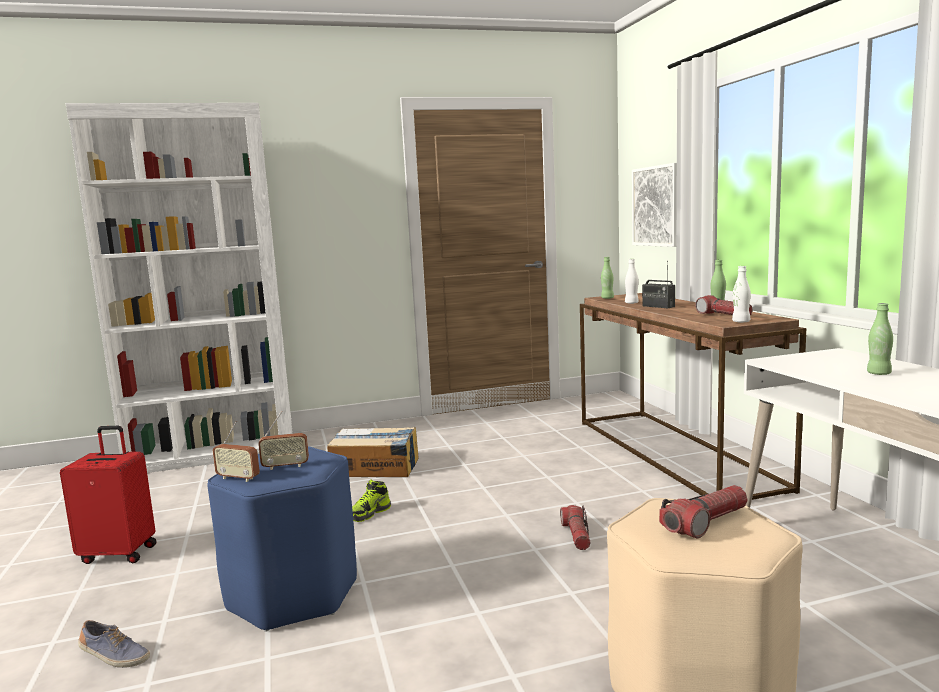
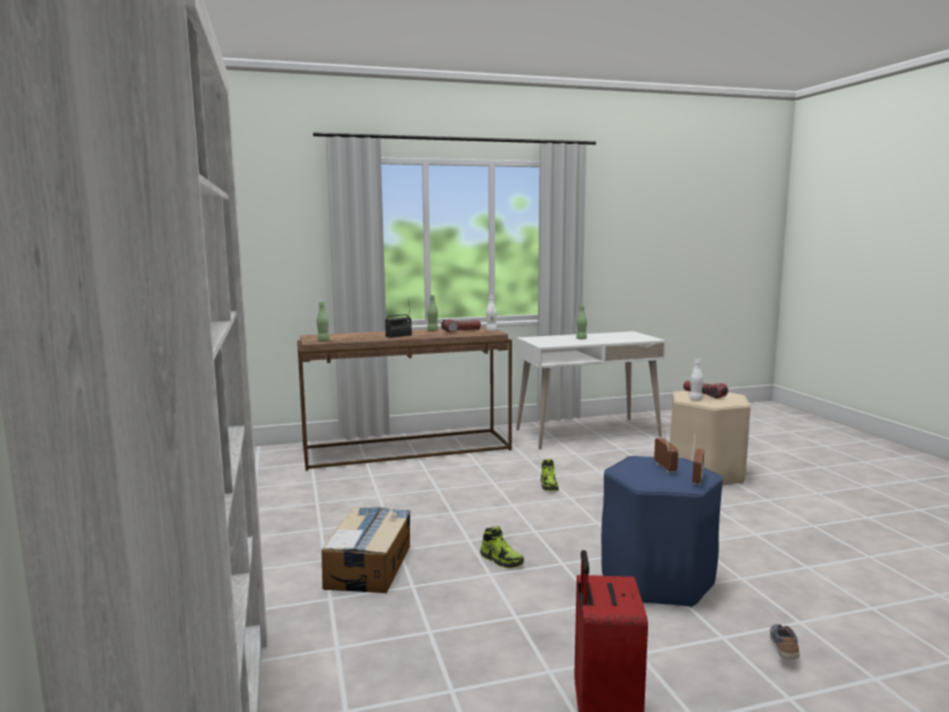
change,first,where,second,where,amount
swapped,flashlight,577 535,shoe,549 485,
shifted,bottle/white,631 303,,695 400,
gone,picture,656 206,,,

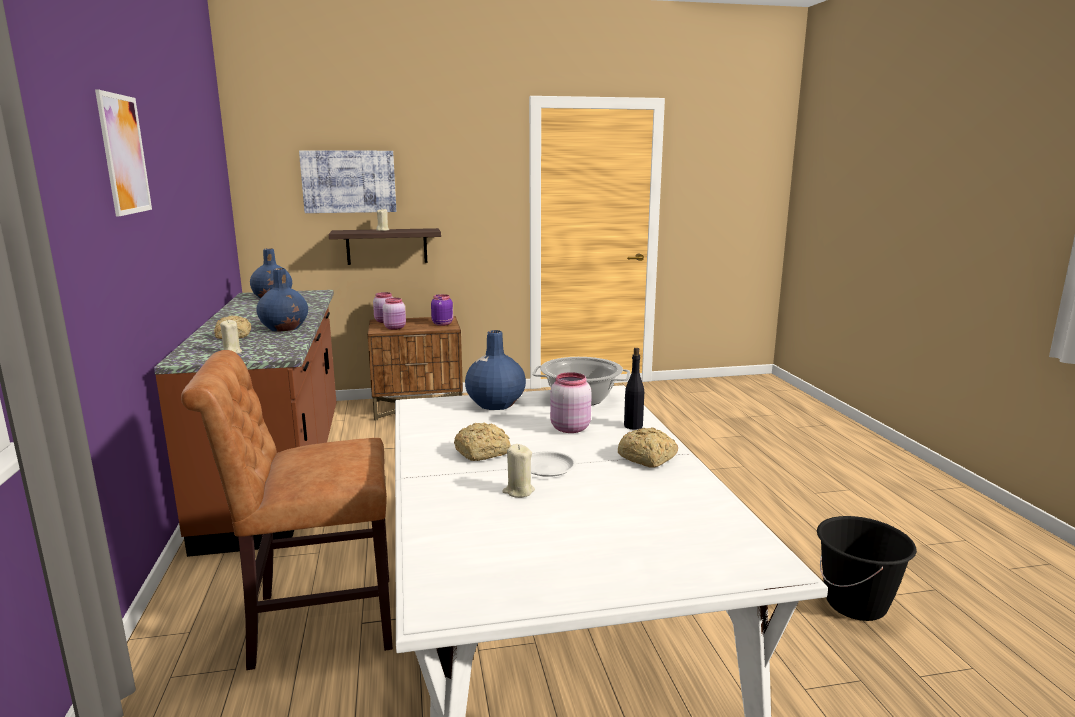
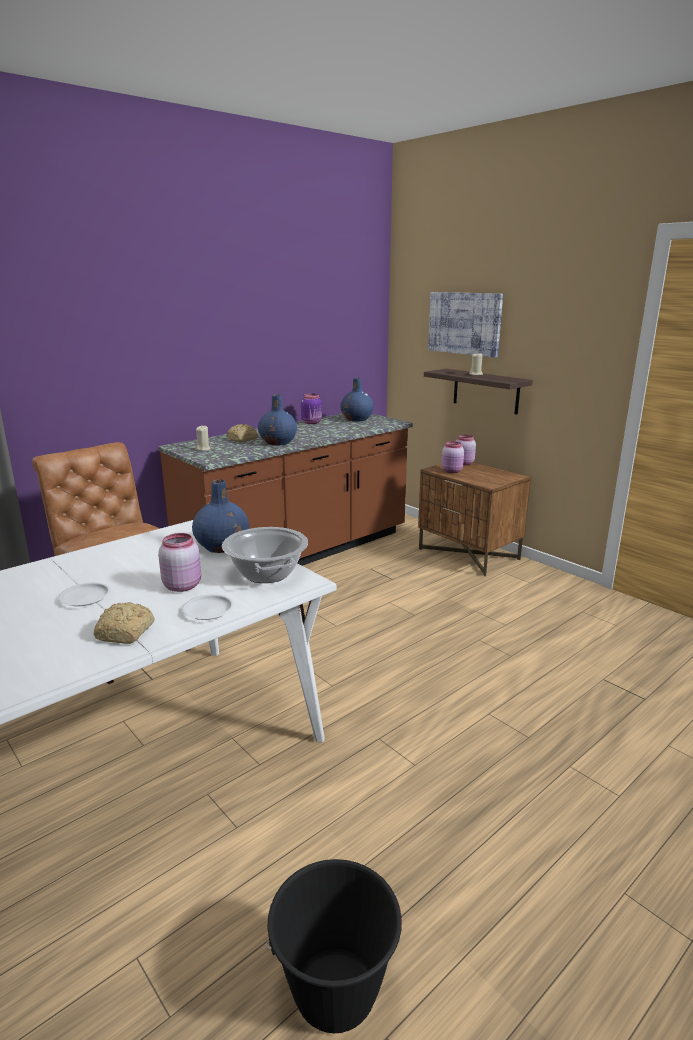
change,first,where,second,where,amount
gone,picture,124 154,,,
shifted,jar/purple,443 324,,312 422,
gone,bread,484 452,,,
gone,candle/beige,518 491,,,
swapped,bottle/black,633 426,plate/white,208 610,

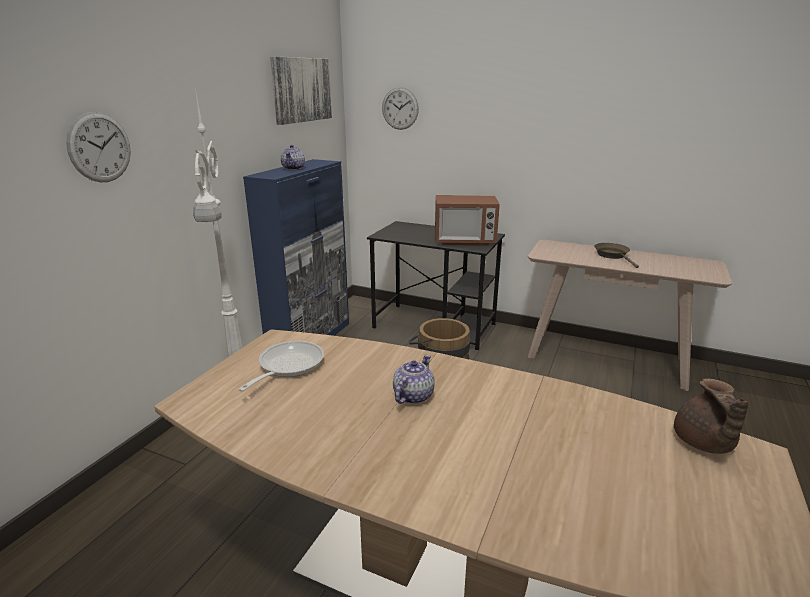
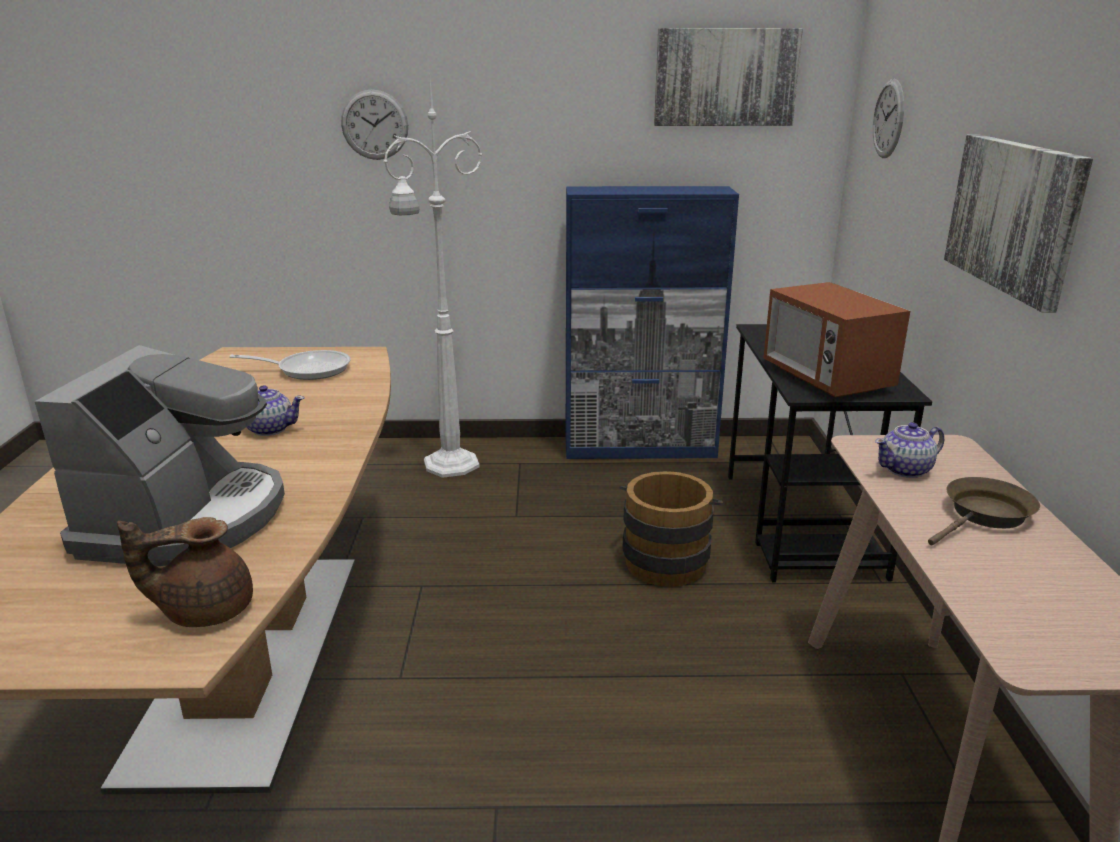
change,first,where,second,where,amount
shifted,teapot,294 168,,906 470,
new,,,coffee machine,187 519,
new,,,picture,1014 216,

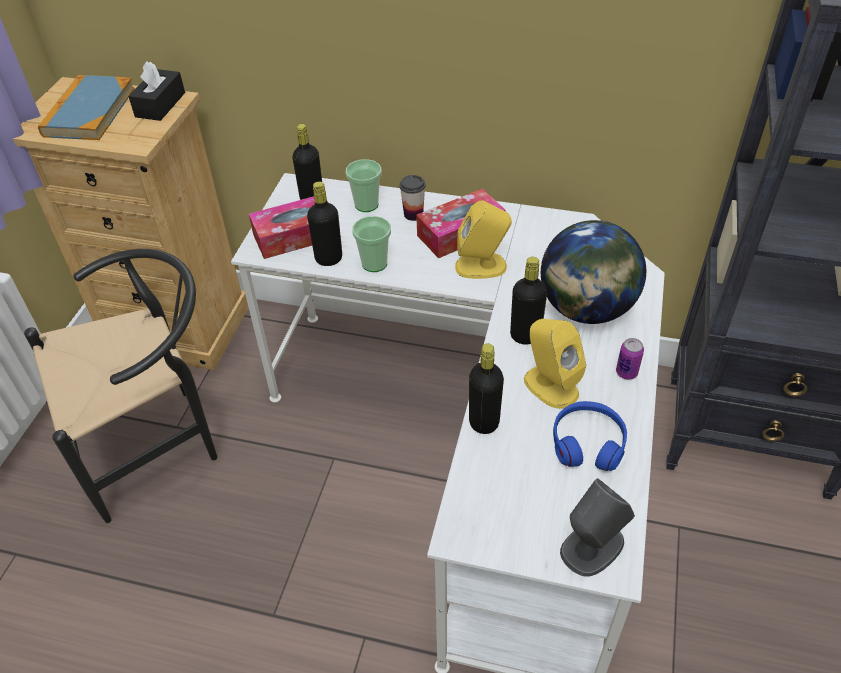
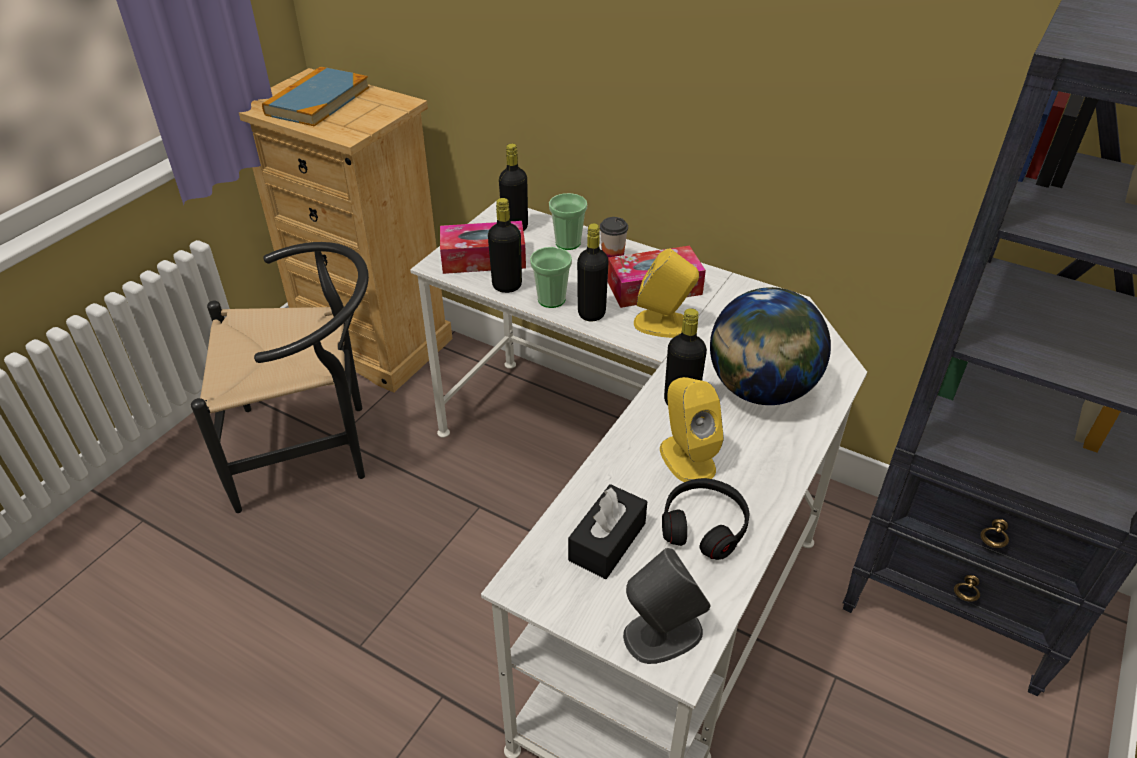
change,first,where,second,where,amount
shifted,tissue box/black,160 105,,607 541,
shifted,bottle/black,484 422,,591 313,
repainted,headphones/blue,588 442,headphones/black,704 525,
gone,can,626 372,,,

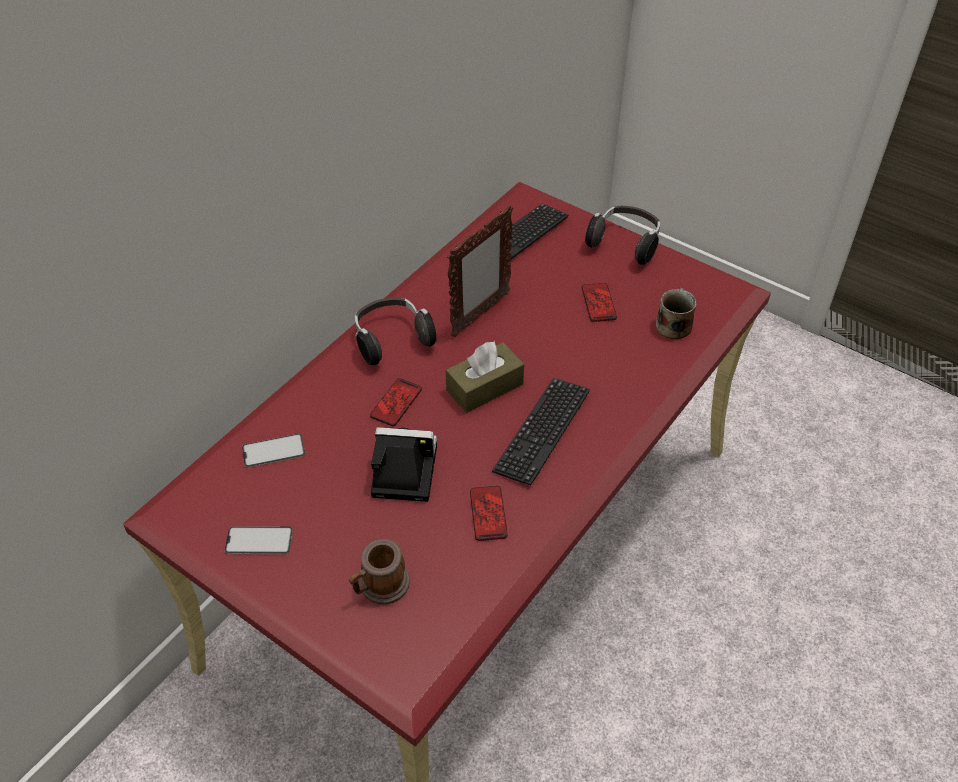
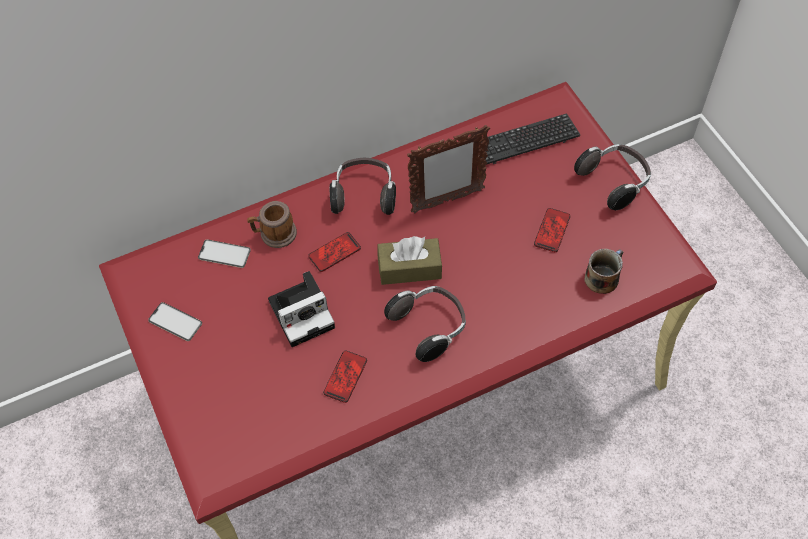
change,first,where,second,where,amount
shifted,mug,380 586,,274 234,
rotated,photo camera,401 471,,303 312,120 degrees clockwise
swapped,keyboard,542 432,headphones,429 327,

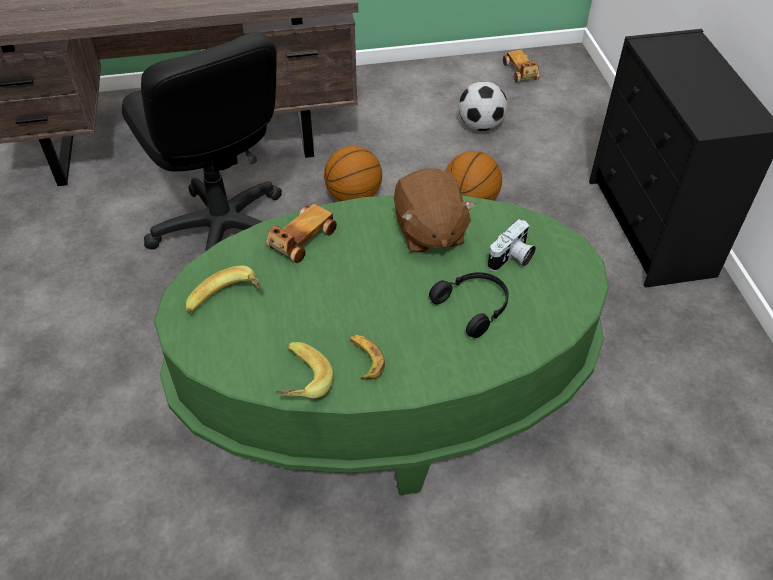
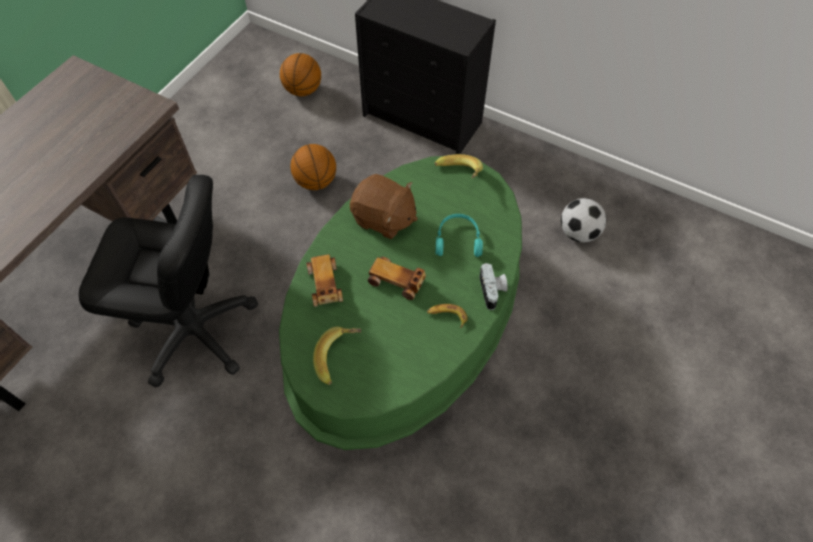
change,first,where,second,where,amount
shifted,banana,298 384,,458 176,
shifted,basketball,354 196,,303 90,
repainted,headphones/black,474 306,headphones/turquoise,458 239,
shifted,football,480 125,,578 232,
shifted,photo camera,512 259,,493 291,
shifted,toy car,520 72,,397 281,

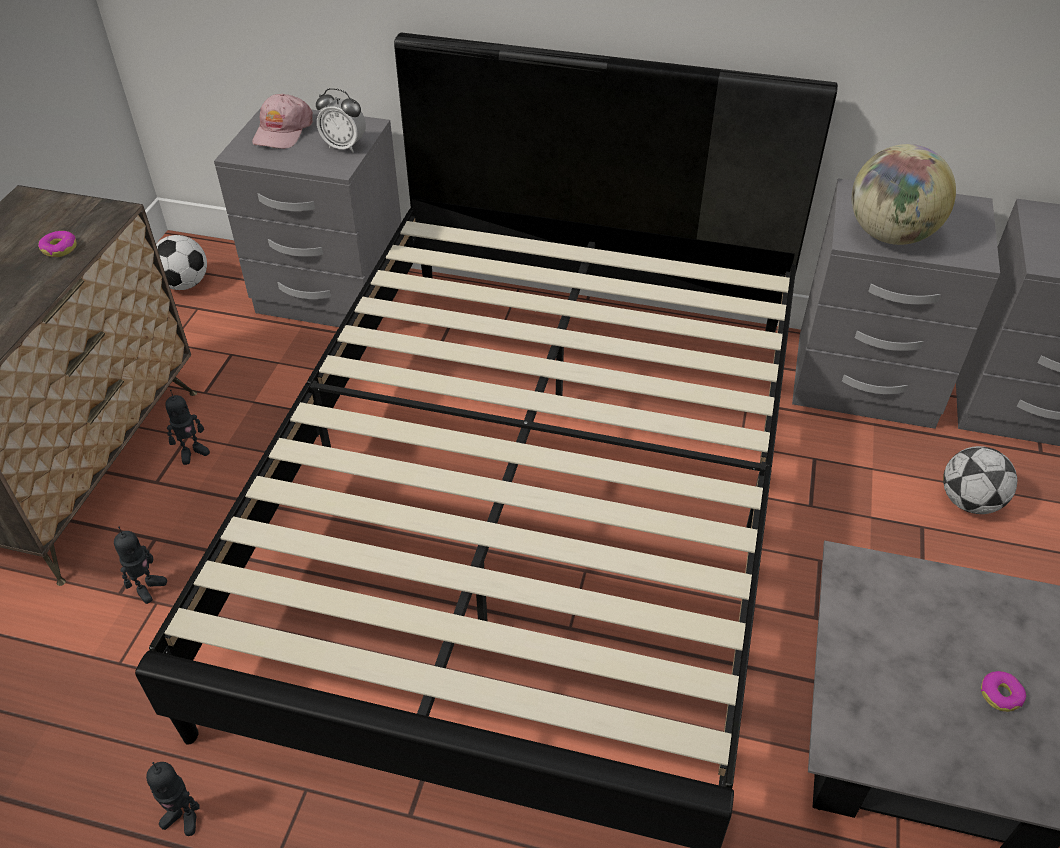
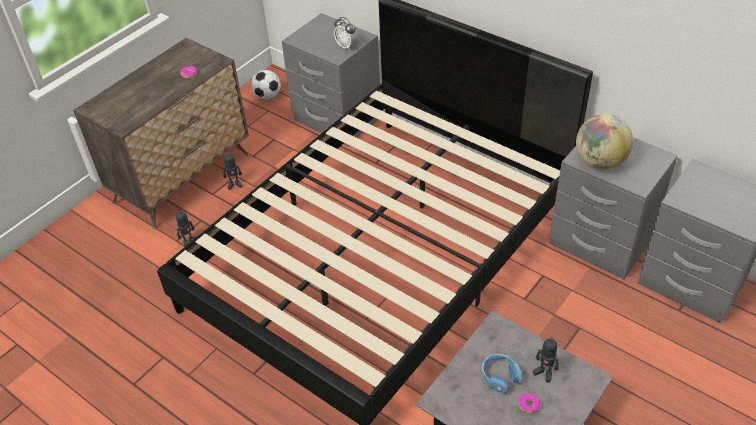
change,first,where,second,where,amount
shifted,toy robot,183 817,,544 372,
gone,cap/pink,282 131,,,
gone,football,969 502,,,
new,,,headphones/blue,500 376,

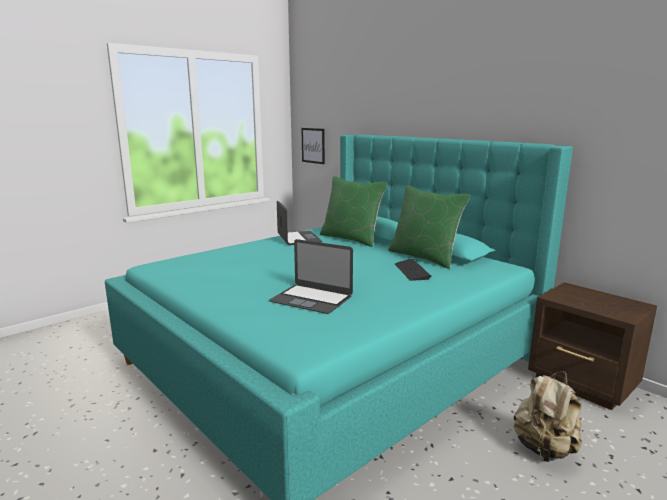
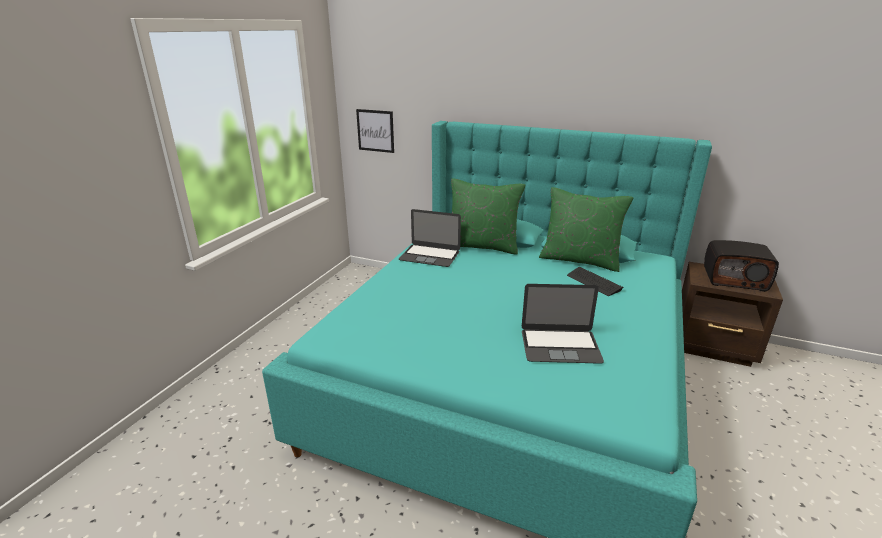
change,first,where,second,where,amount
rotated,laptop,298 238,,430 255,150 degrees clockwise
gone,backpack/beige,544 449,,,
new,,,radio,734 279,

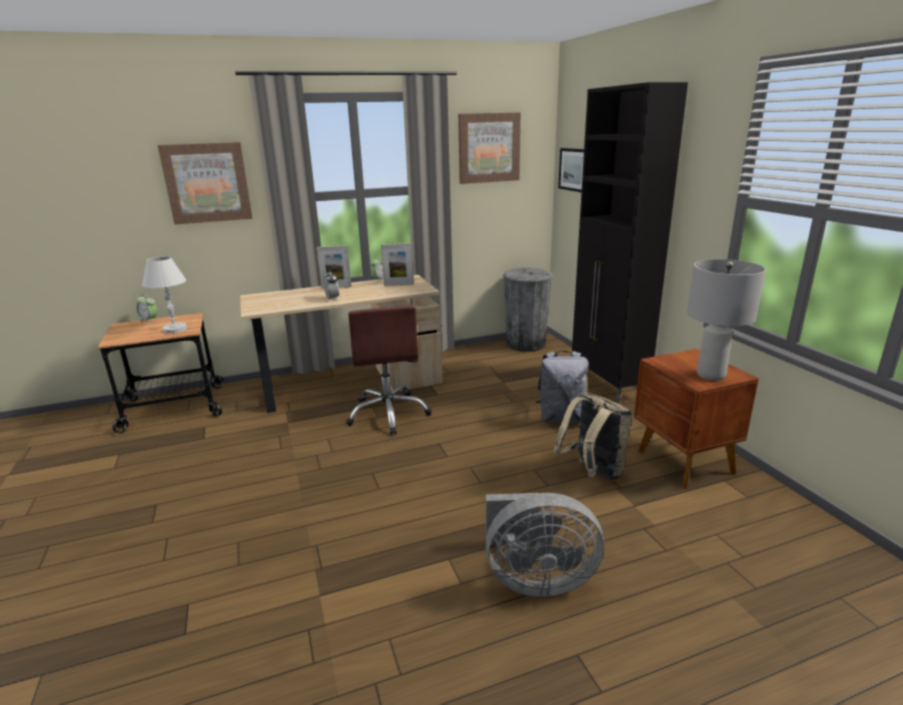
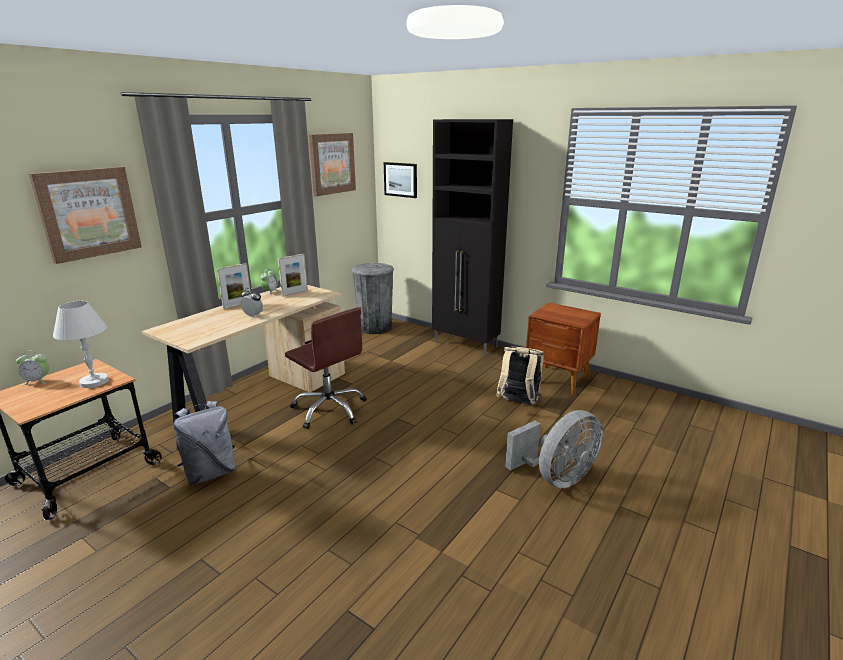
change,first,where,second,where,amount
shifted,backpack/grey,561 418,,210 472,
gone,table lamp/grey,710 375,,,

